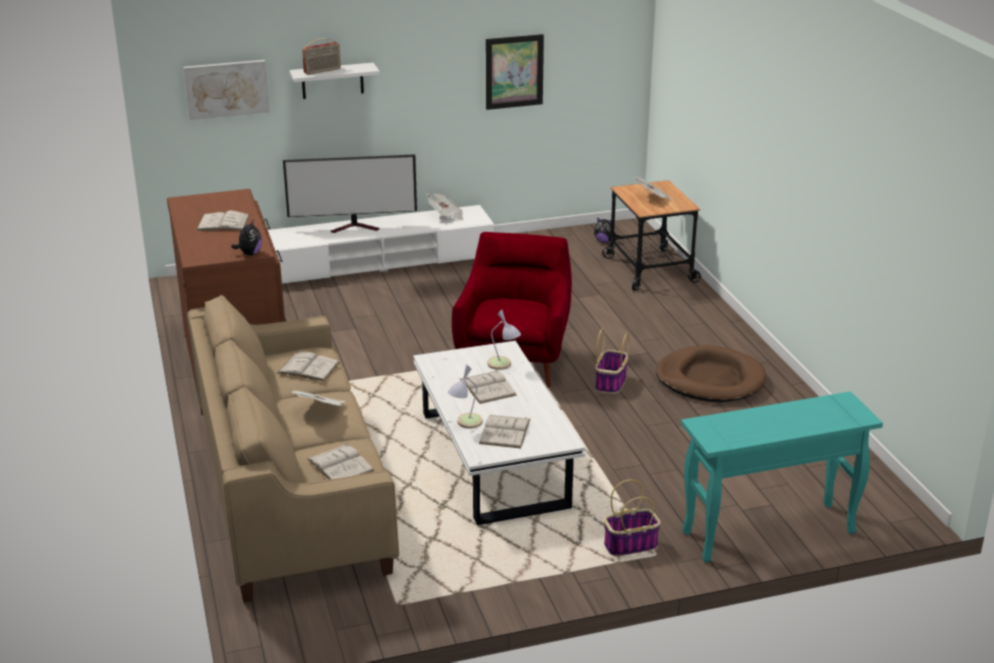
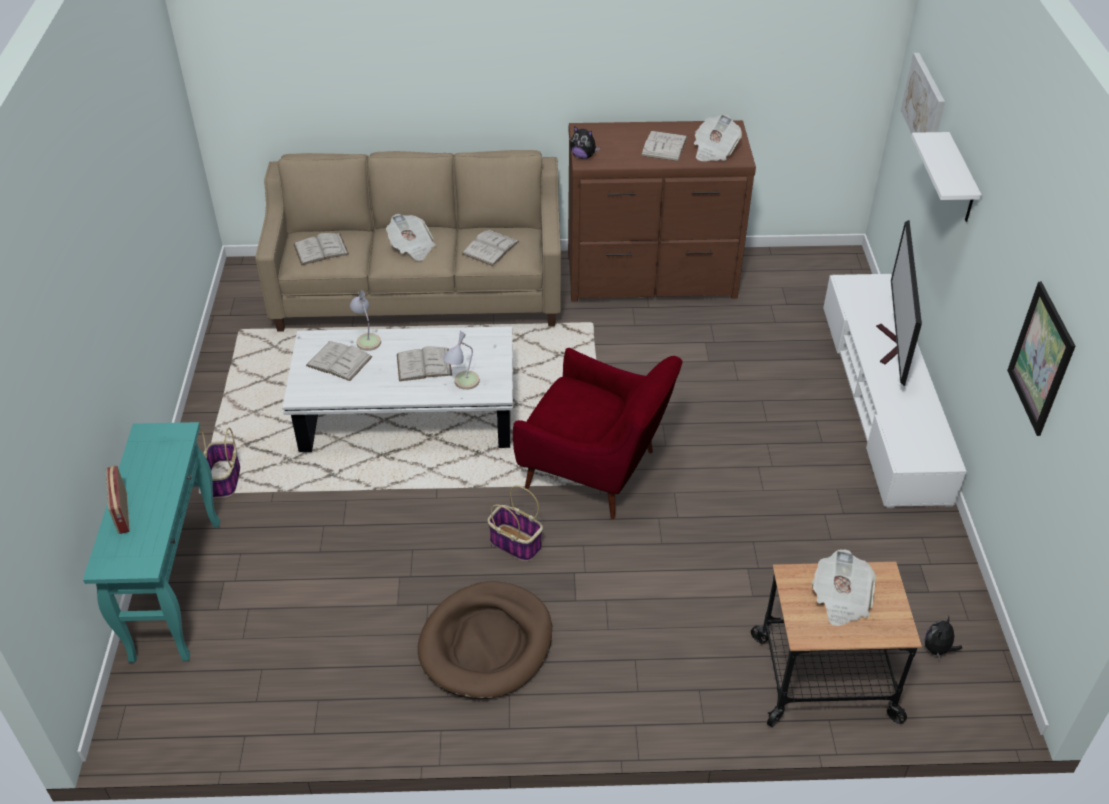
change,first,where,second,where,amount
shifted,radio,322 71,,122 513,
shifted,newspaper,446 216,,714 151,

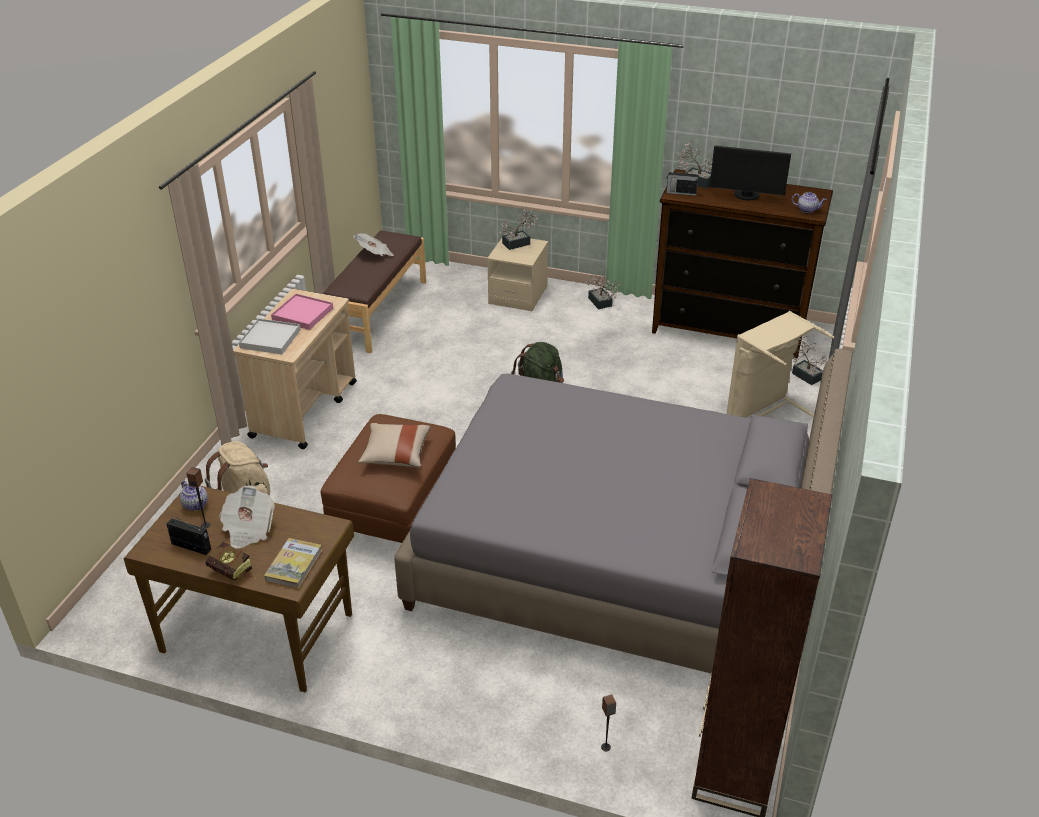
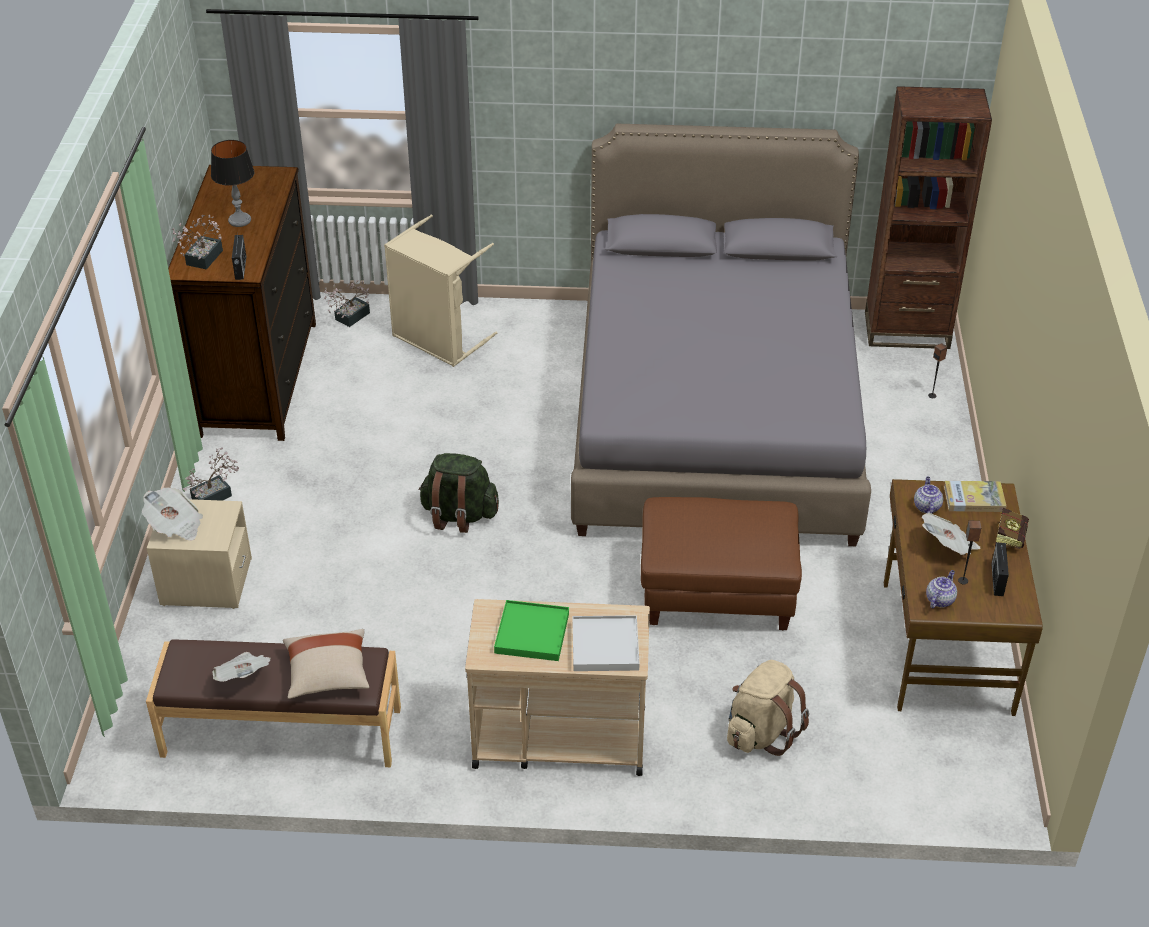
change,first,where,second,where,amount
repainted,tray/pink,303 314,tray/green,531 633,
shifted,pillow/beige,396 454,,327 674,
swapped,potted plant,519 243,newspaper,175 526,
swapped,monitor,746 196,table lamp,239 220,
shifted,teapot,807 210,,926 506,

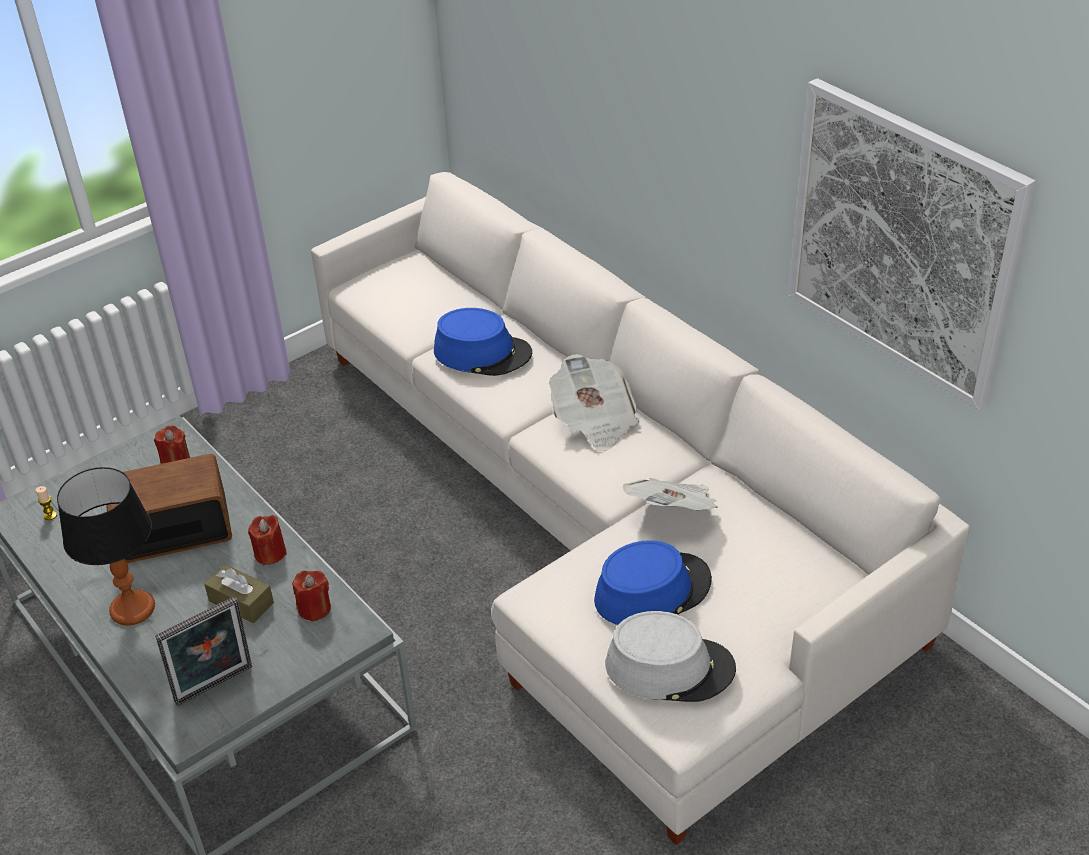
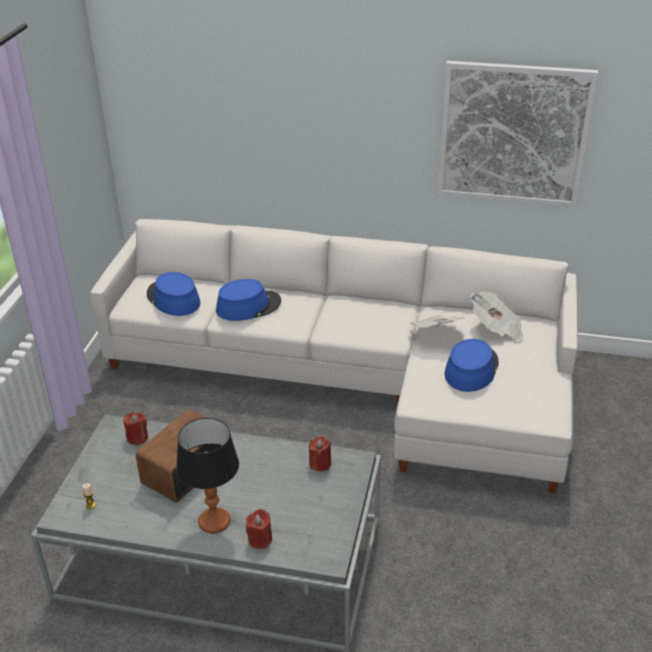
change,first,where,second,where,amount
gone,picture frame,216 687,,,
gone,tissue box/brown,241 602,,,
shifted,candle/red,270 553,,260 539,
shifted,newspaper,594 421,,496 328,
gone,hat/grey,670 667,,,
new,,,hat/blue,173 299,

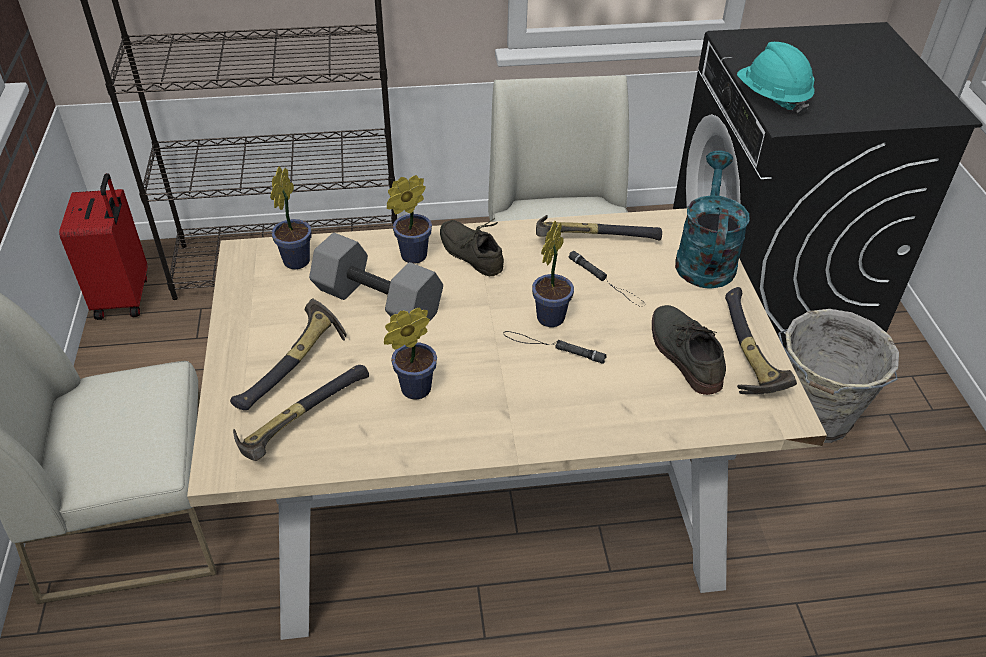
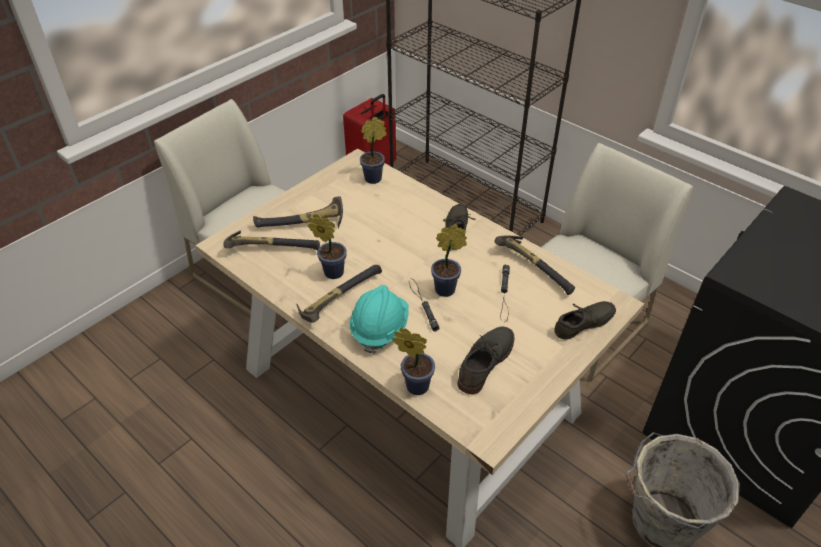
change,first,where,second,where,amount
gone,dumbbell/grey,380 301,,,
shifted,potted plant,410 256,,414 385,
swapped,watering can/turquoise,705 258,shoe/grey,585 326,
shifted,hammer,745 353,,336 299,
shifted,hard hat/turquoise,772 98,,379 328,

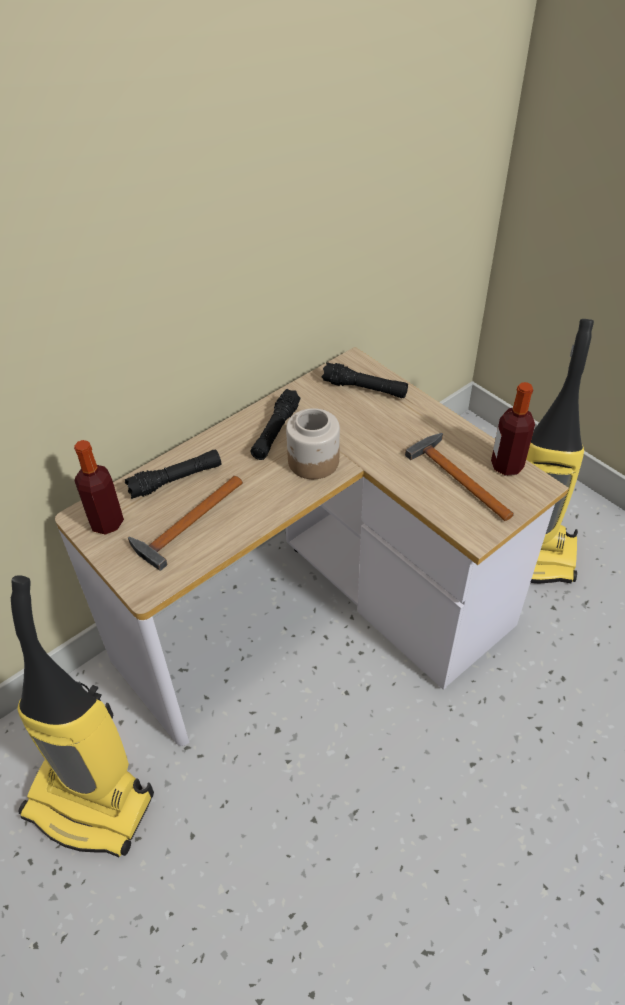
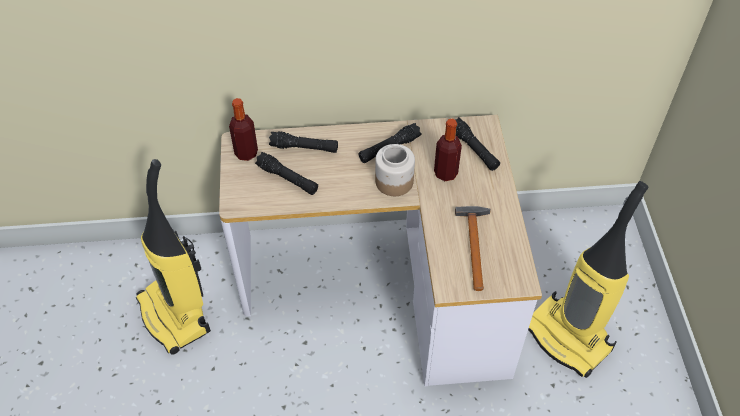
change,first,where,second,where,amount
swapped,hammer,186 523,flashlight/black,287 179,
shifted,bottle,506 465,,445 173,

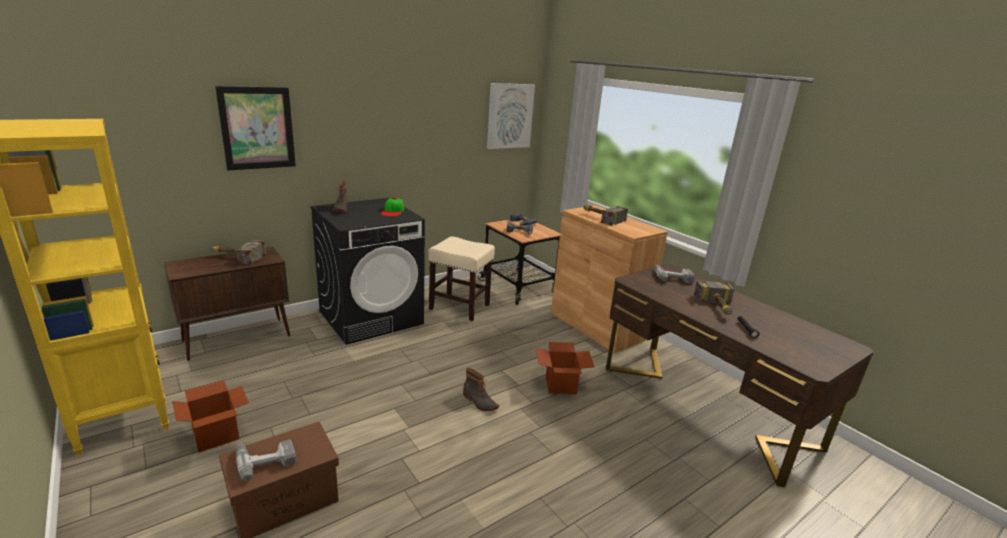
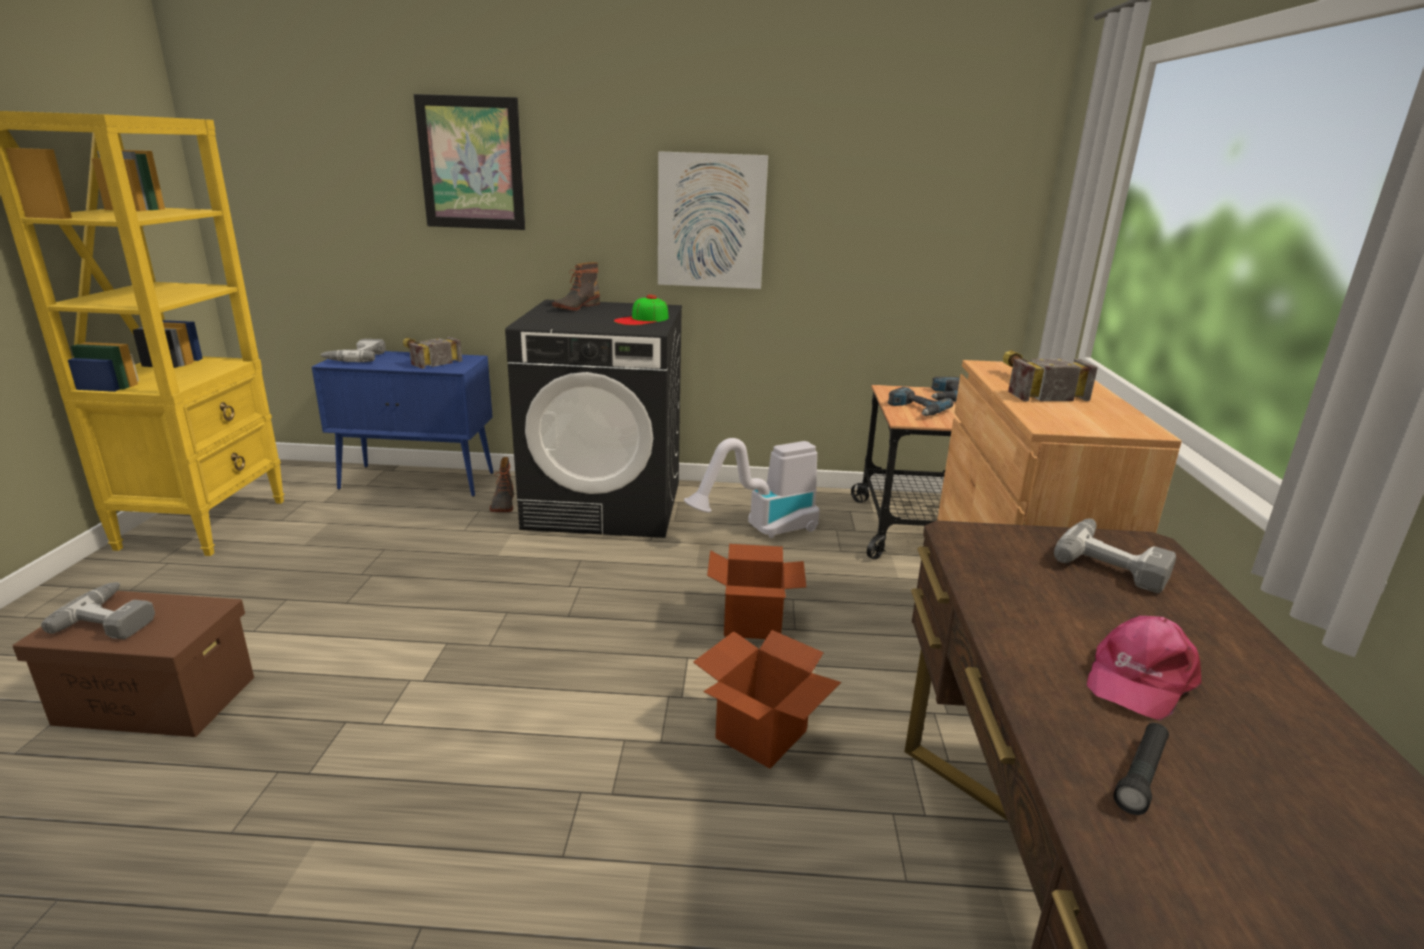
change,first,where,second,where,amount
repainted,cabinet/brown,238 338,cabinet/blue,419 481,
shifted,cardboard box,216 435,,752 623,
swapped,stool/beige,460 307,vacuum cleaner,761 531,
shifted,boot,479 402,,502 504,
shifted,picture,509 116,,711 221,
swapped,hammer,718 307,cap/pink,1139 678,
new,,,power drill,356 357,

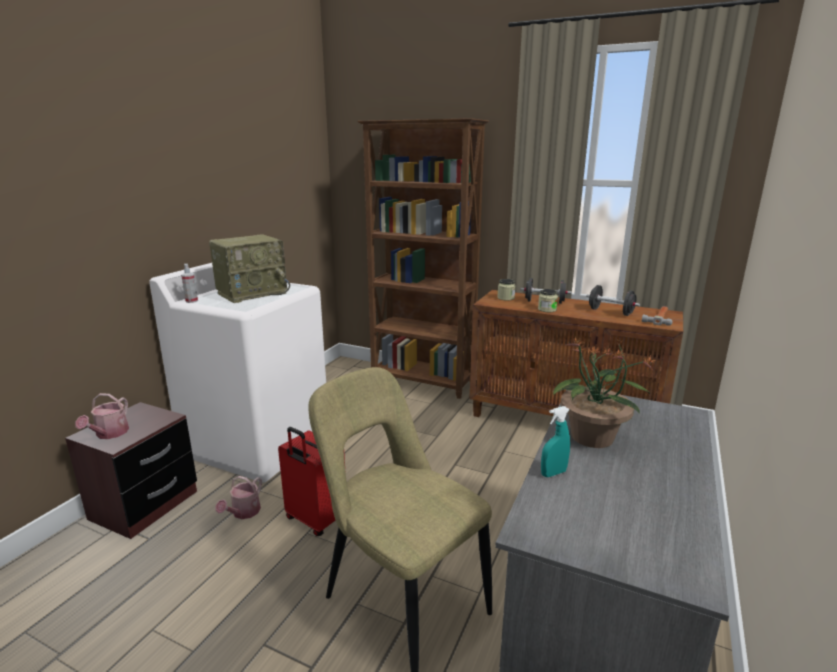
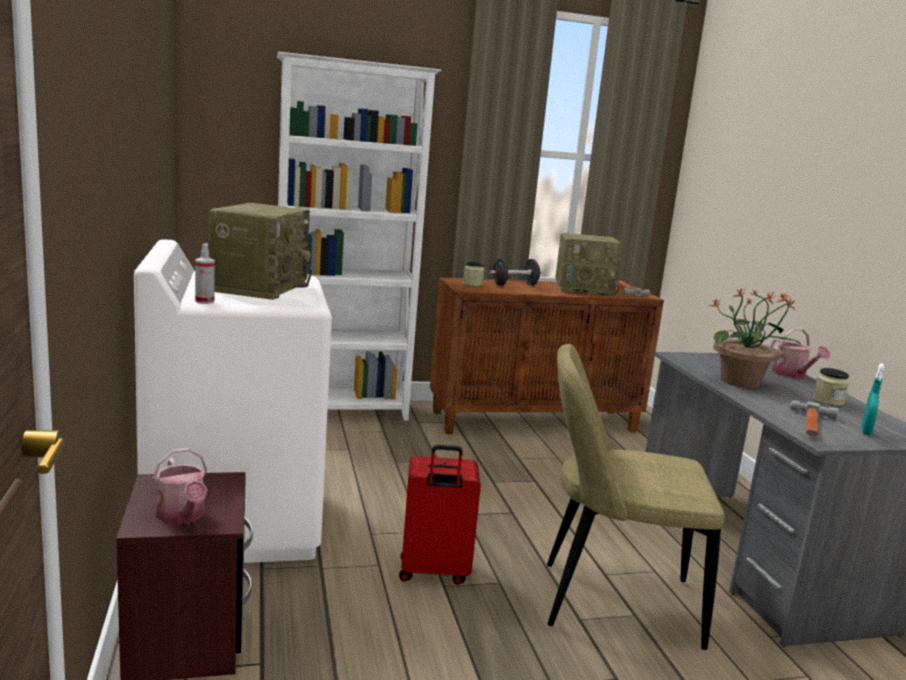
change,first,where,second,where,amount
shifted,watering can,243 513,,792 375,
repainted,bookcase/brown,423 382,bookcase/white,341 411,
shifted,jar,547 309,,828 401,
shifted,spray bottle/turquoise,553 473,,866 431,
swapped,dumbbell/black,610 312,radio,585 289,
new,,,hammer,812 425,

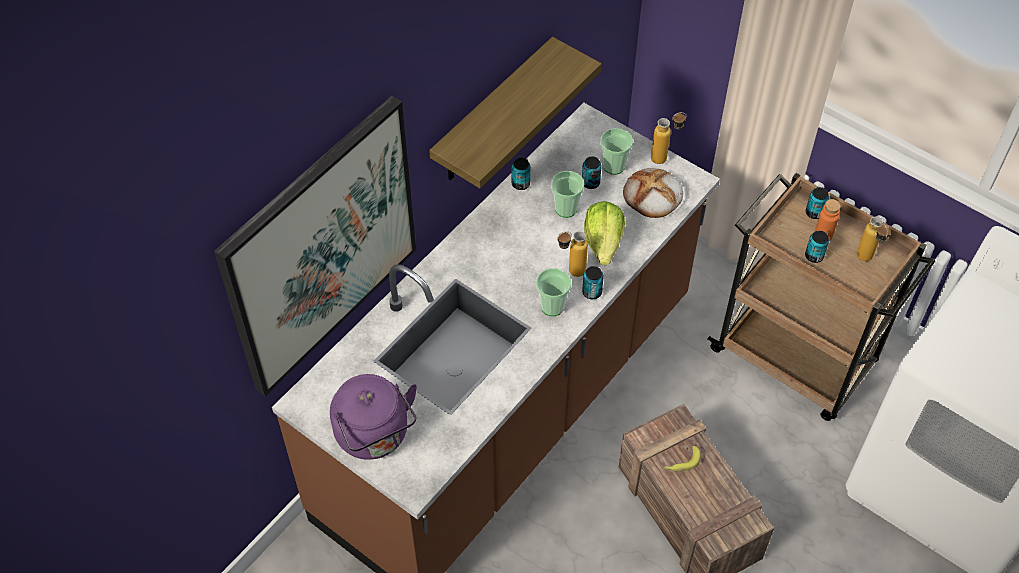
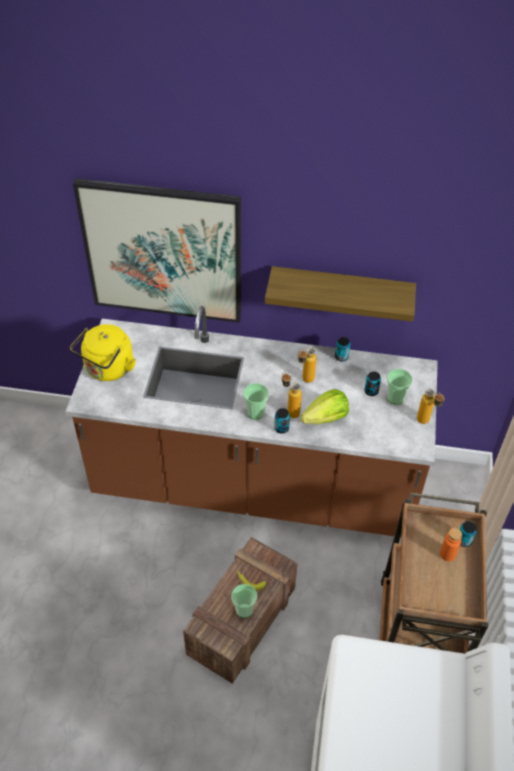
change,first,where,second,where,amount
repainted,kettle/purple,375 436,kettle/yellow,107 369,
shifted,cup,566 209,,244 610,
gone,bread,652 196,,,
gone,can,814 256,,,
shifted,bottle,867 261,,304 381,

